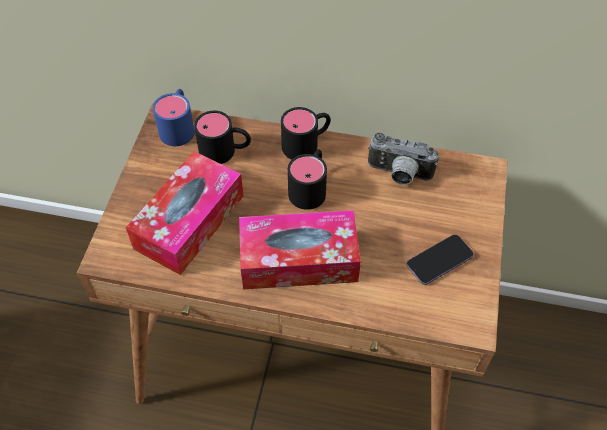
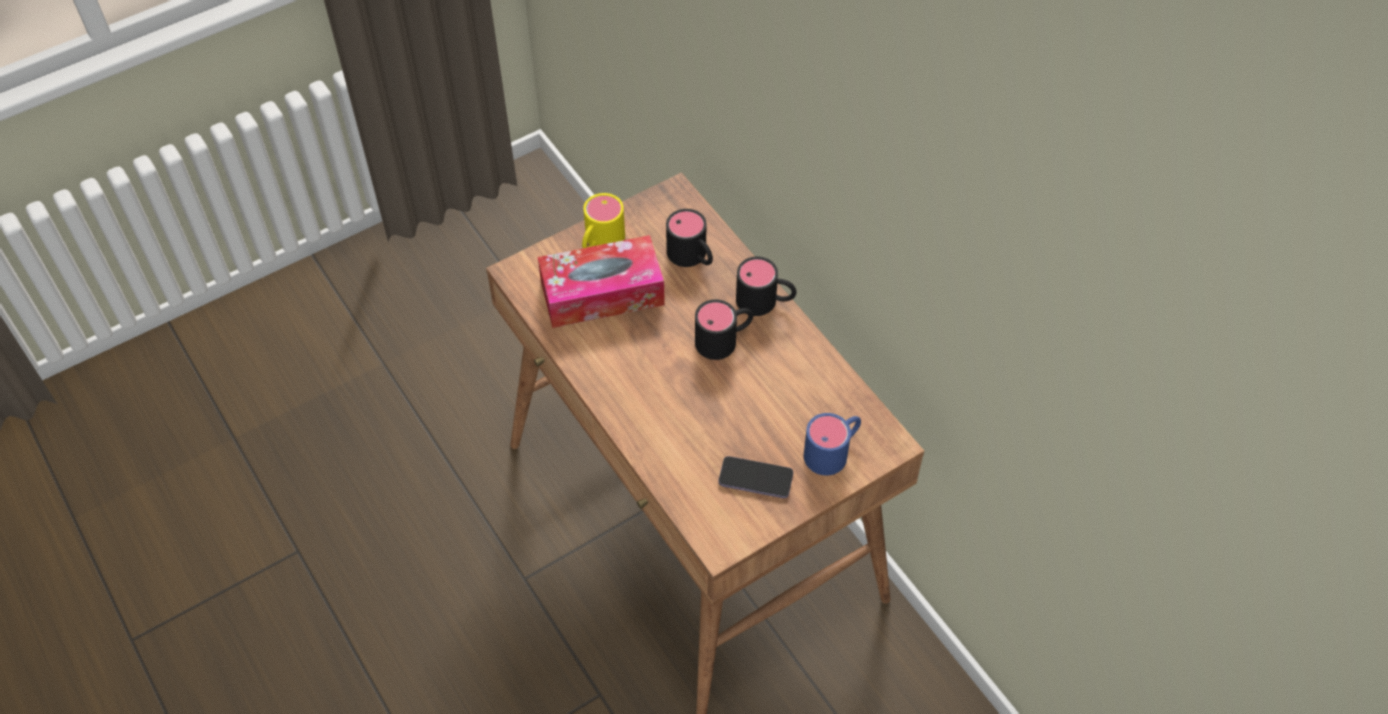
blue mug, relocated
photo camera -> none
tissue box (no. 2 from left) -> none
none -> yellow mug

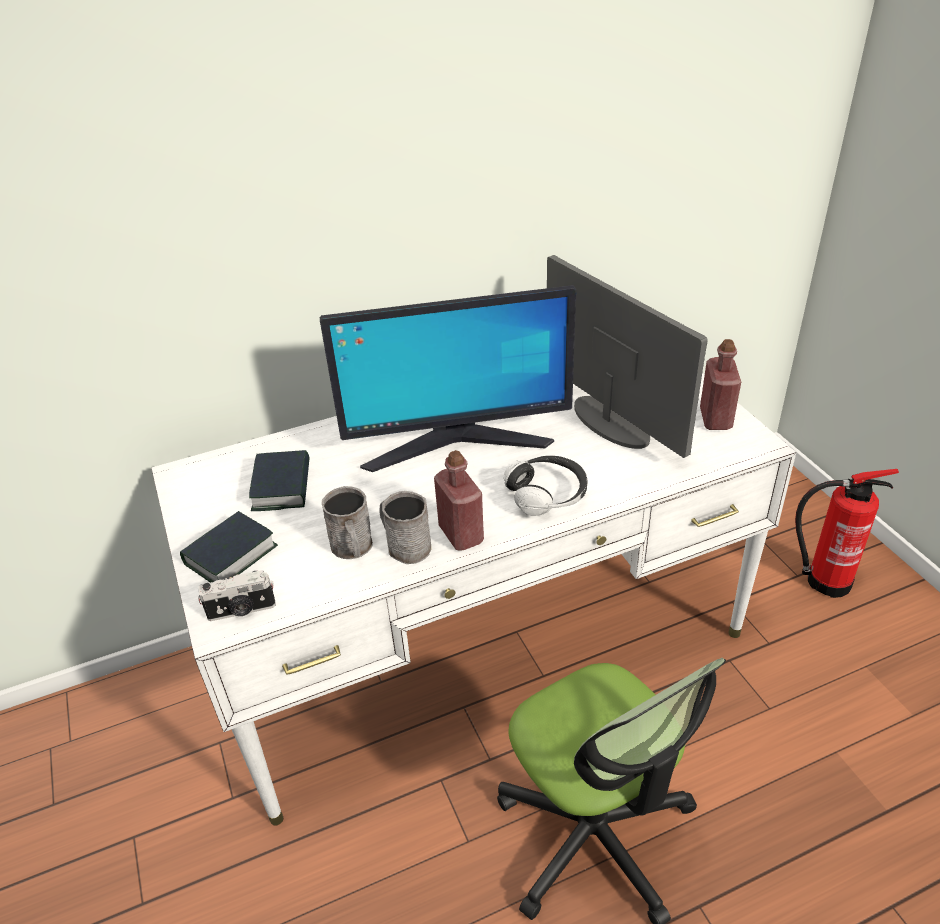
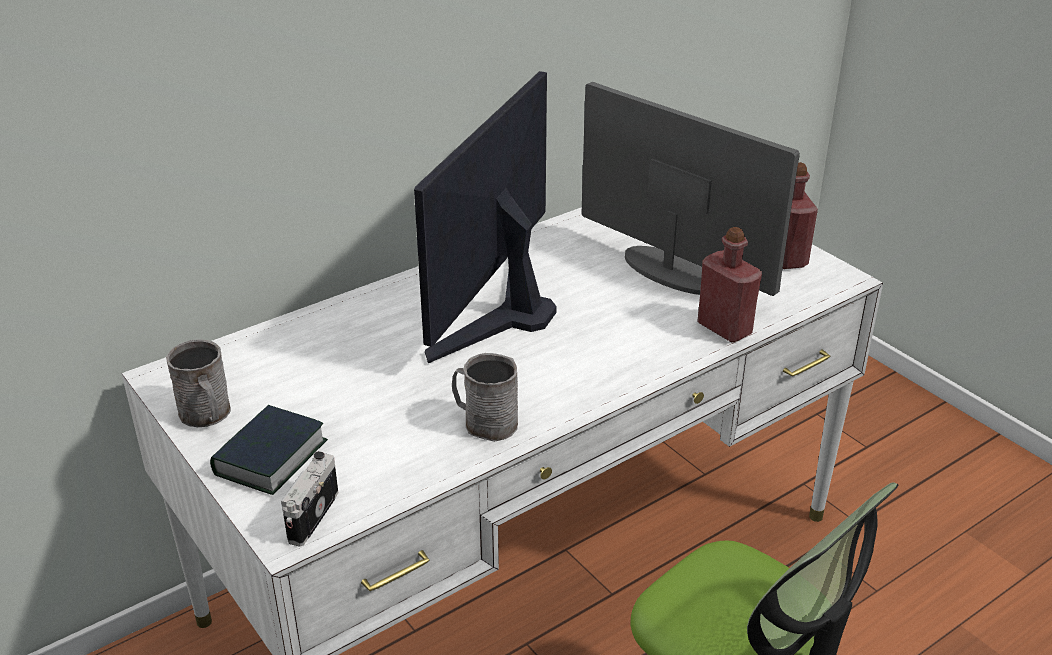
monitor (no. 1 from left), 135 degrees clockwise
book (no. 2 from left) -> none
red bottle (no. 1 from left), relocated
headphones -> none
fire extinguisher -> none
grey mug (no. 1 from left), relocated
photo camera, 135 degrees clockwise

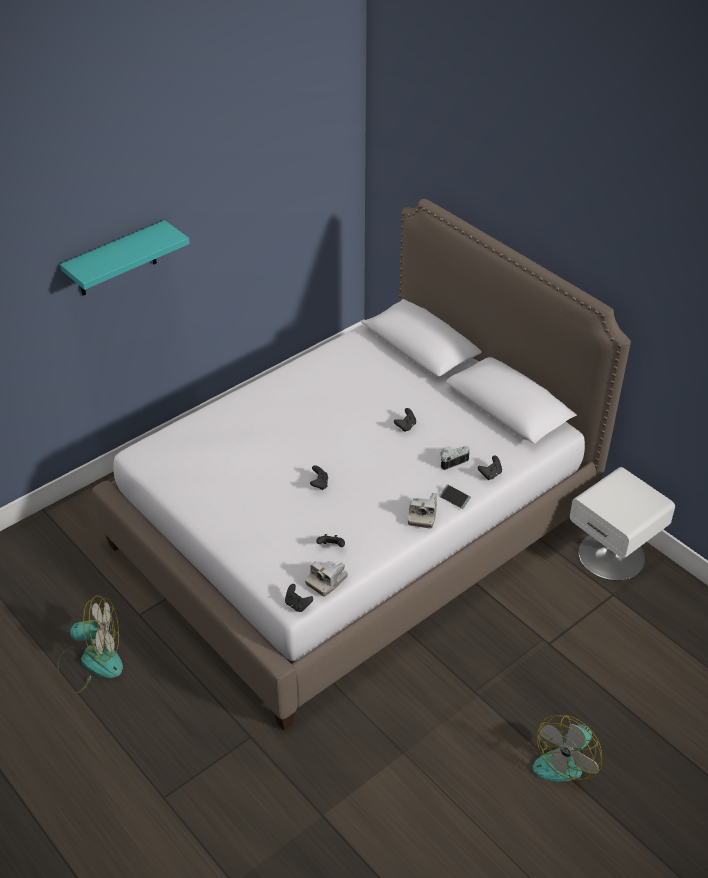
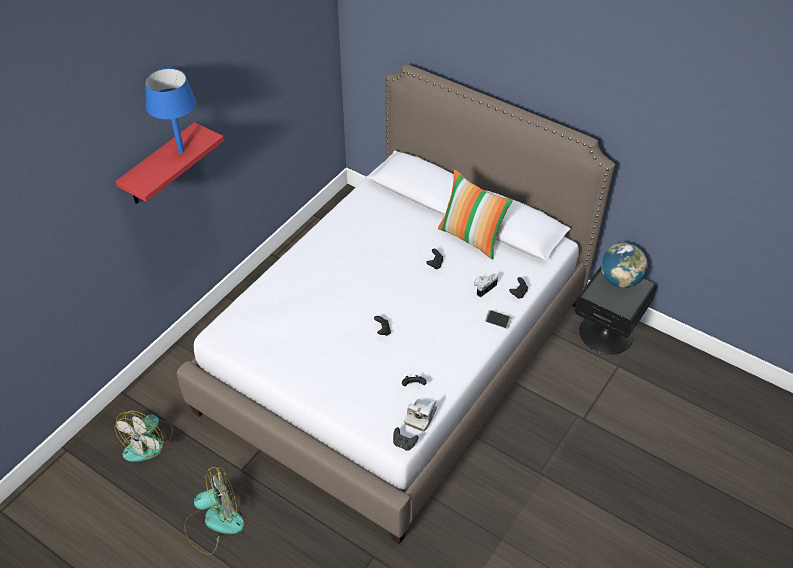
turquoise shelf -> red shelf
white nightstand -> black nightstand
photo camera (no. 2 from left) -> none
fan (no. 2 from left in the first image) -> fan (no. 1 from left), relocated
none -> blue table lamp
none -> pillow
none -> globe

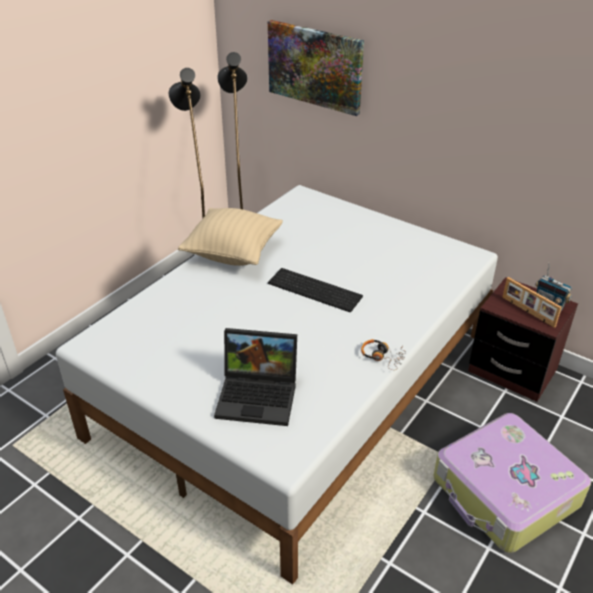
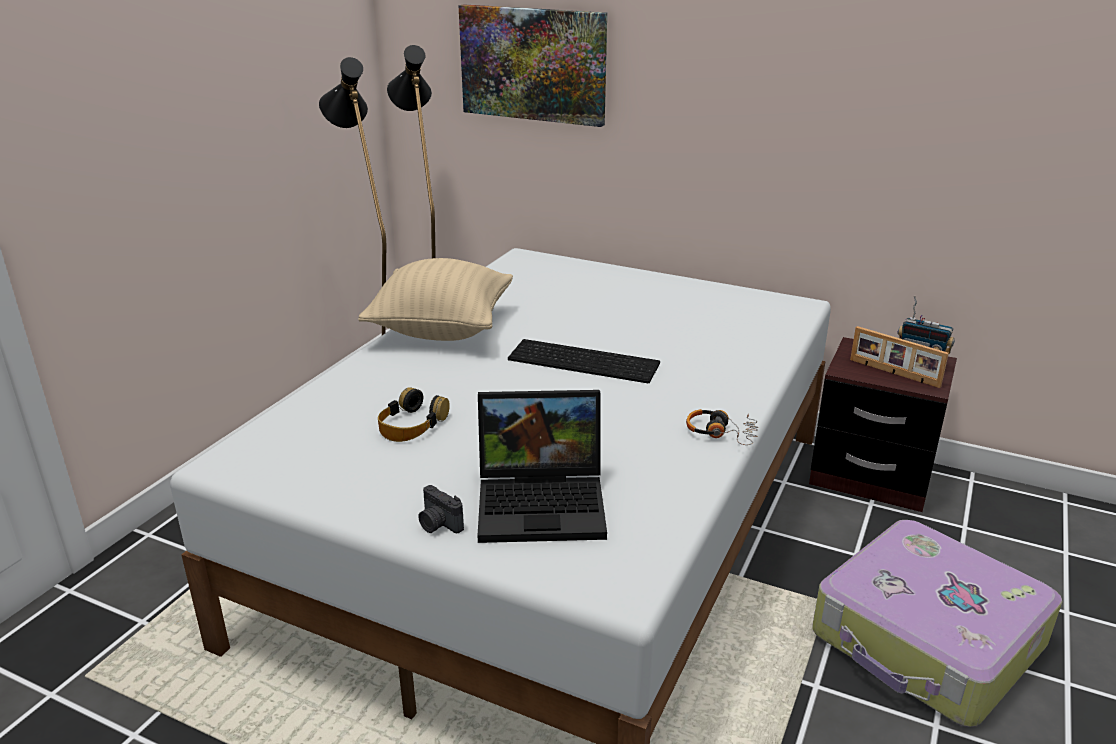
none -> headphones (no. 1 from left)
none -> photo camera

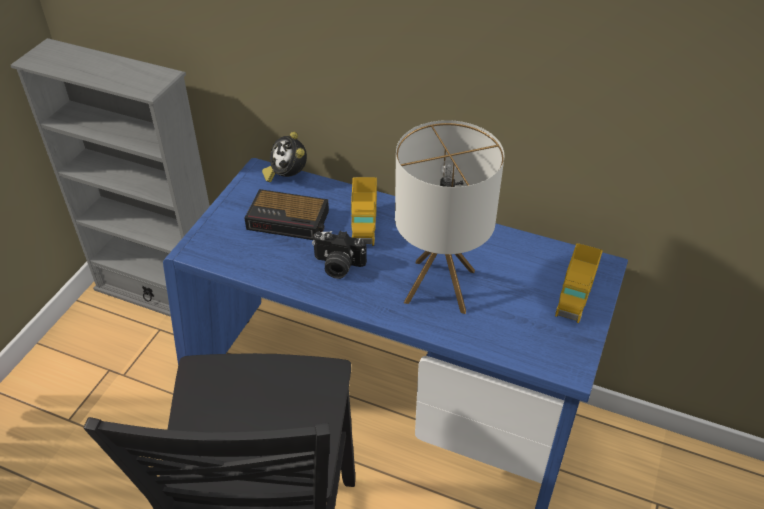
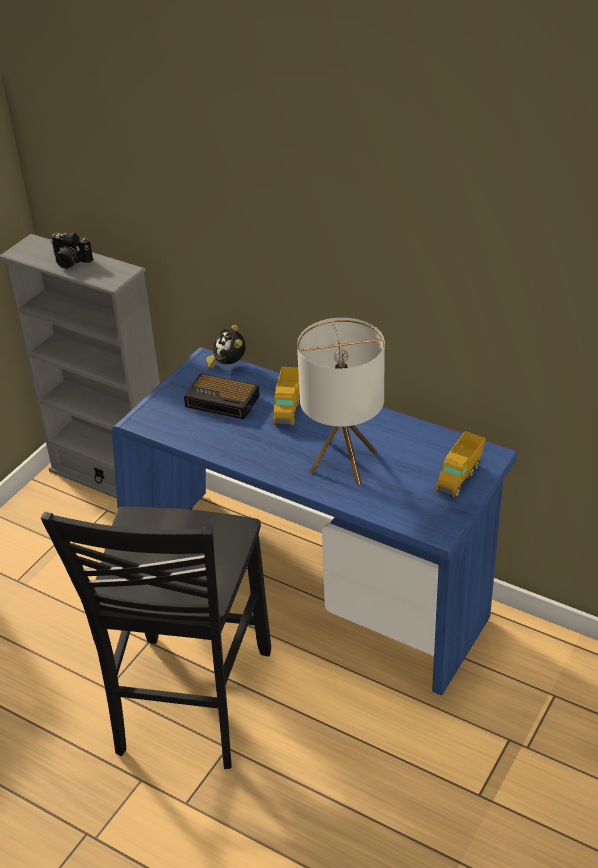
photo camera, relocated

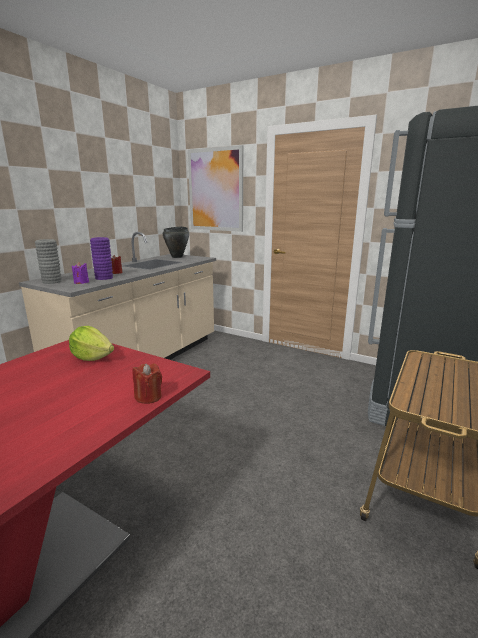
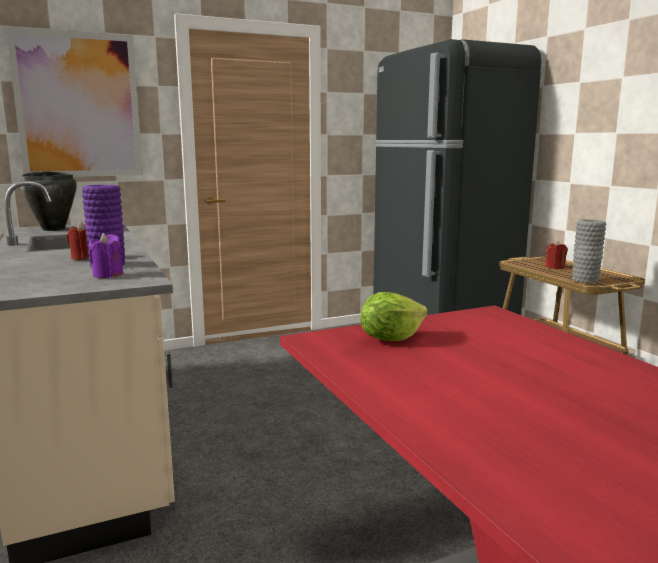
grey vase, relocated
red candle (no. 2 from left), relocated

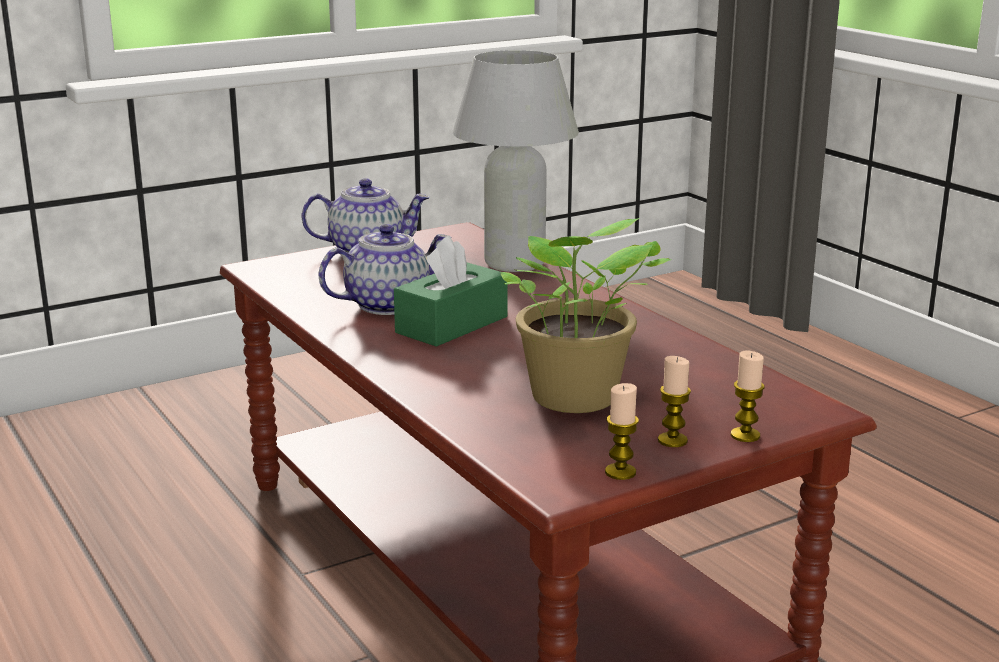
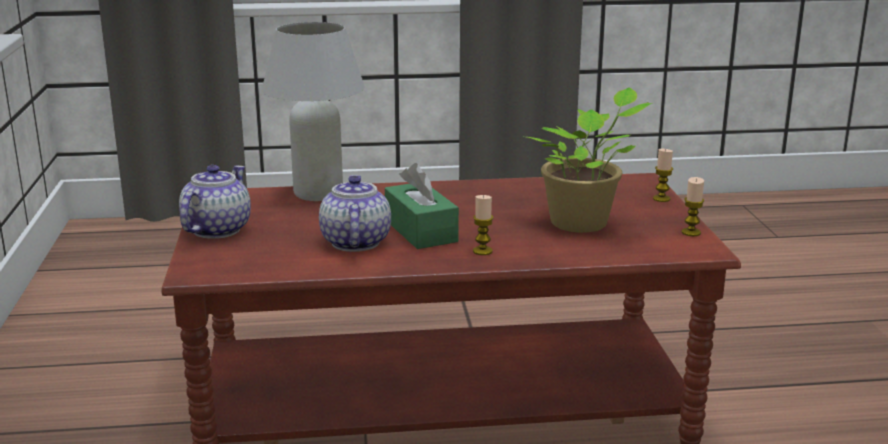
candle (no. 2 from left in the first image) -> candle (no. 1 from left), relocated

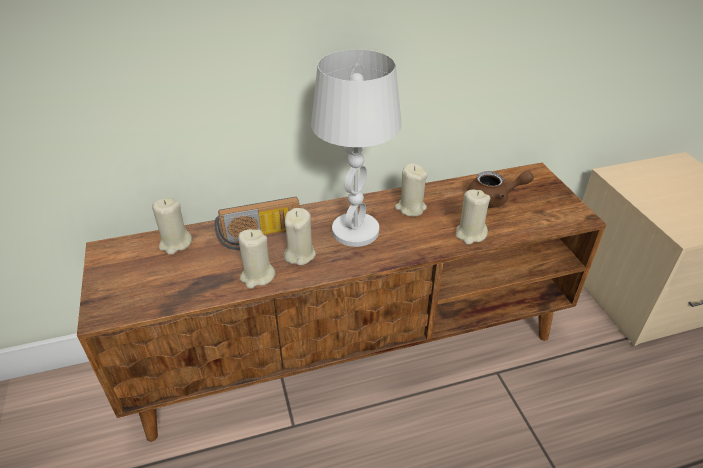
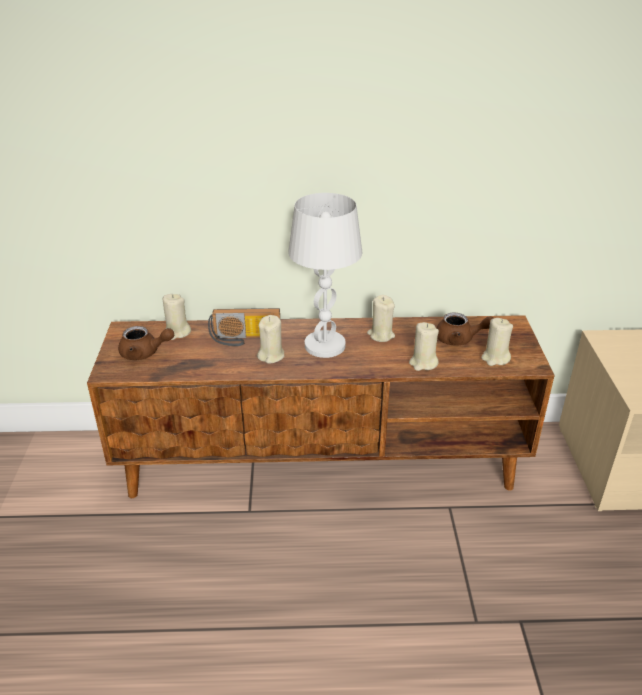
beige candle (no. 2 from left in the first image) -> beige candle (no. 5 from left), relocated
none -> brown teapot (no. 1 from left)

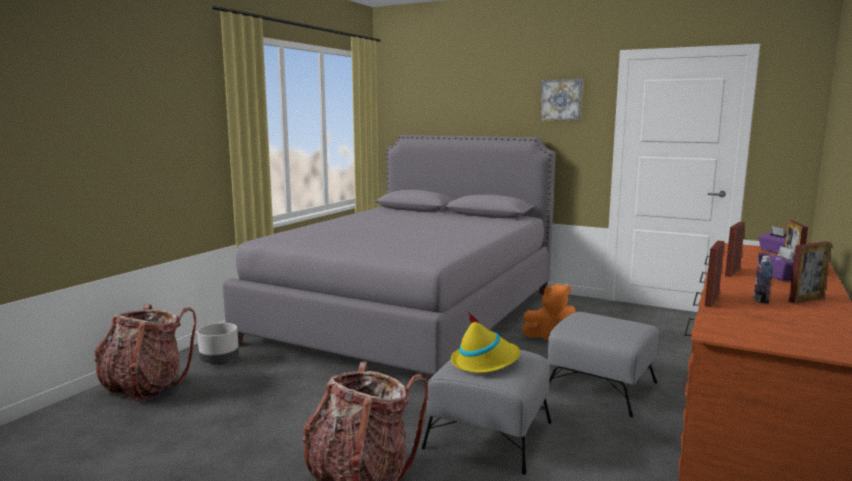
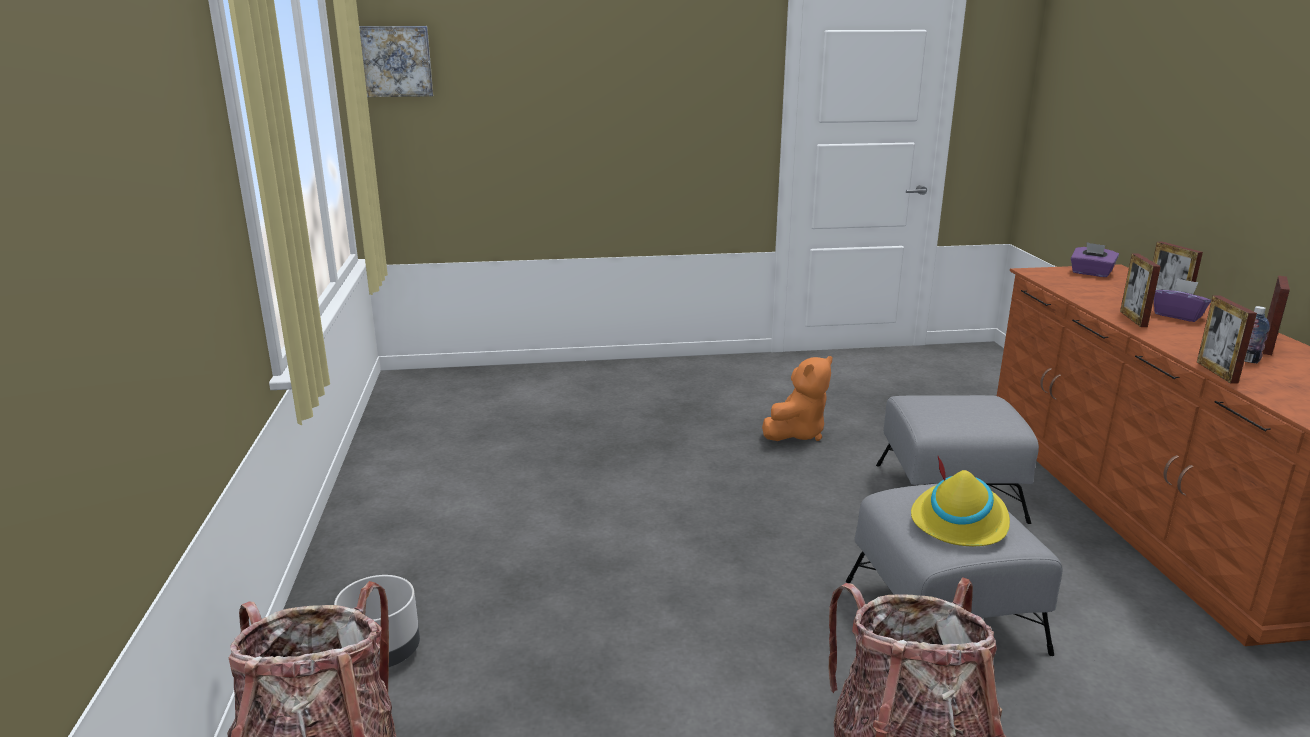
picture, relocated
grey bed -> none

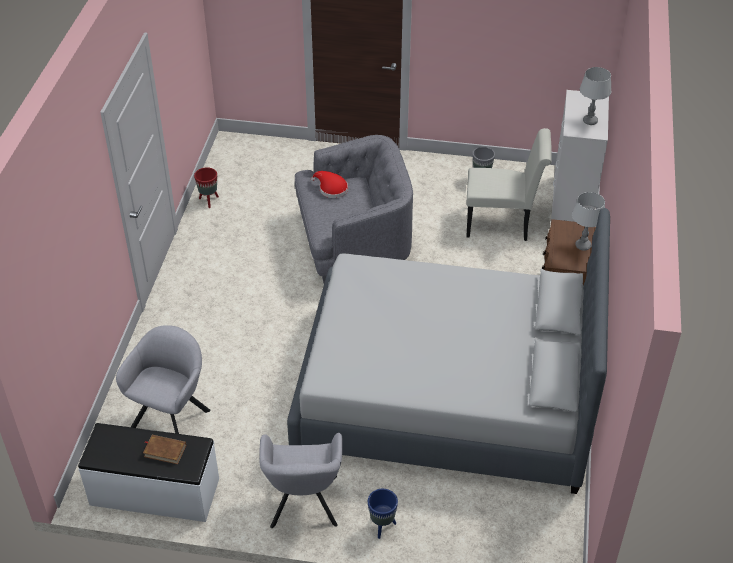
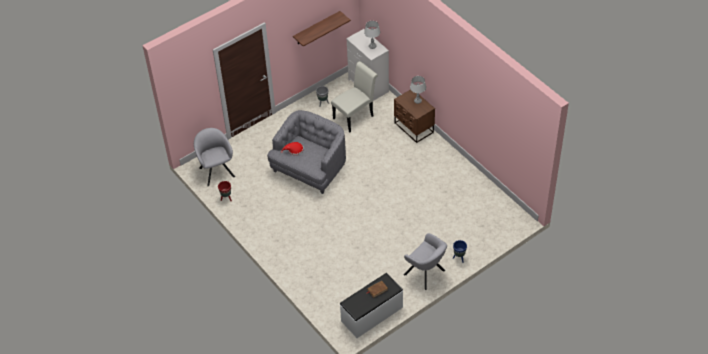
grey bed -> none
grey armchair (no. 1 from left), relocated
none -> shelf

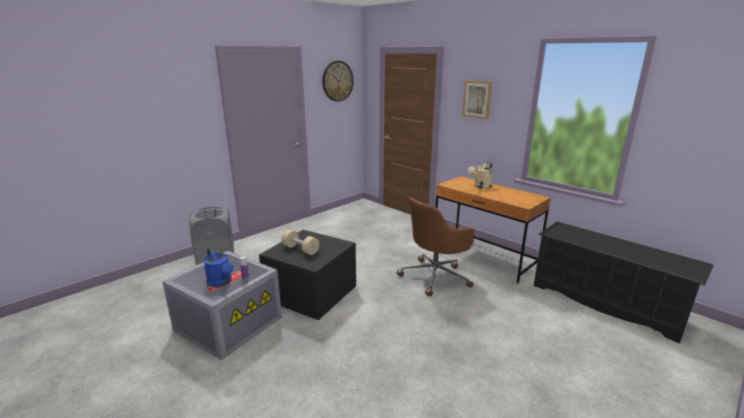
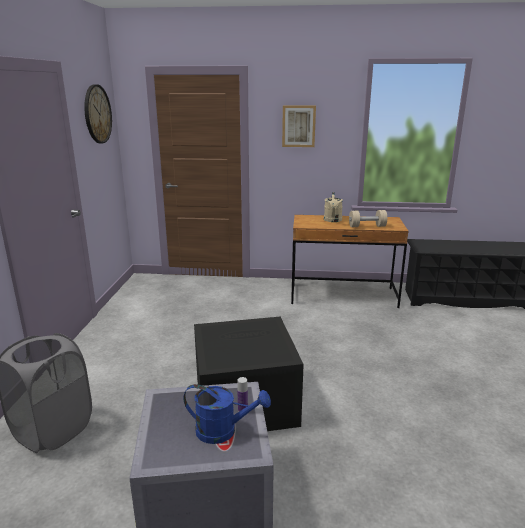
brown office chair -> none
beige dumbbell, relocated

